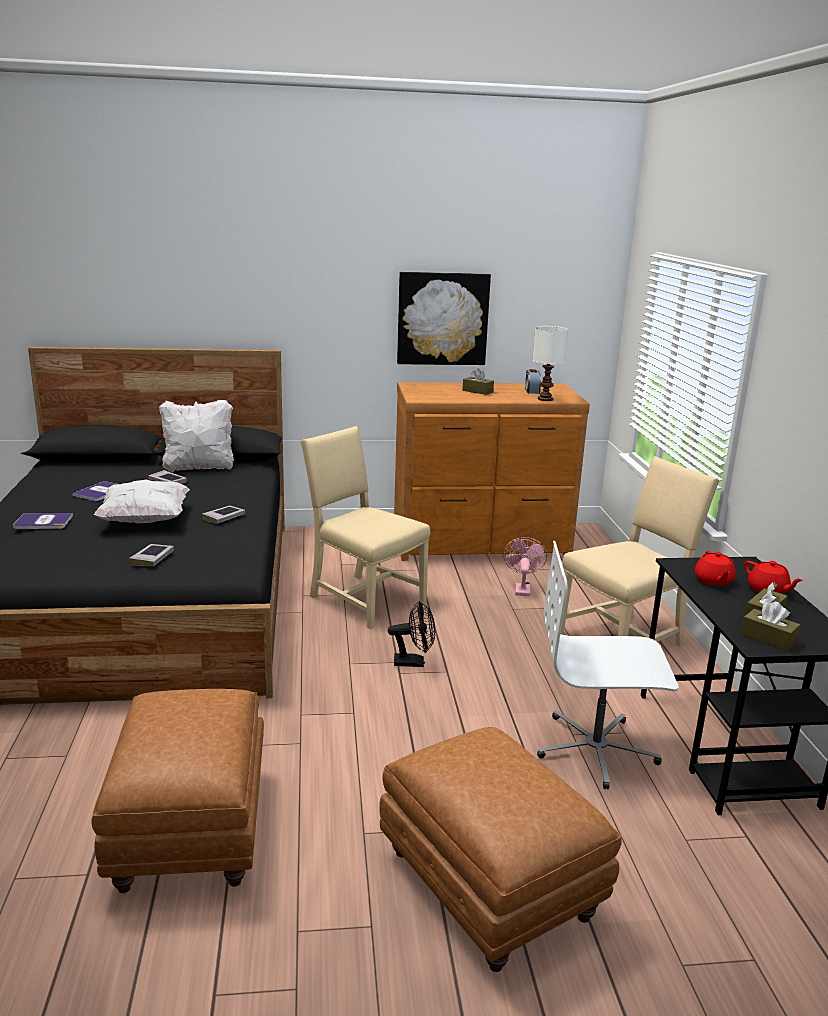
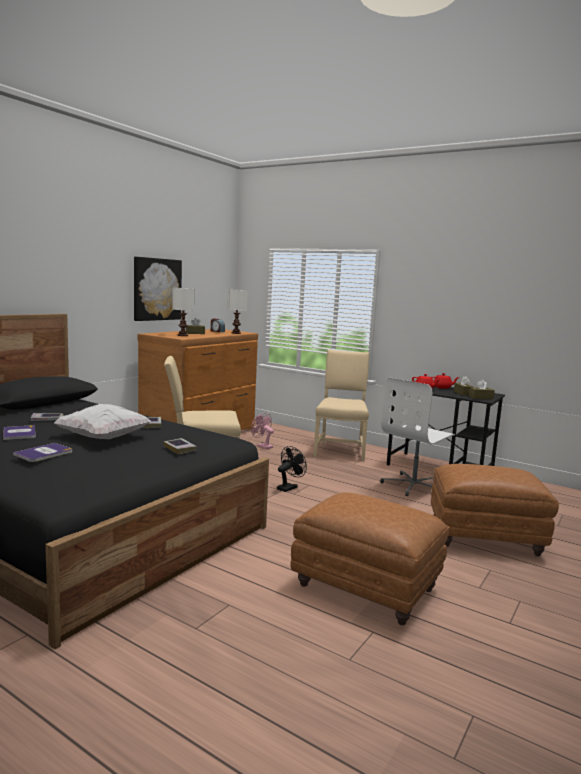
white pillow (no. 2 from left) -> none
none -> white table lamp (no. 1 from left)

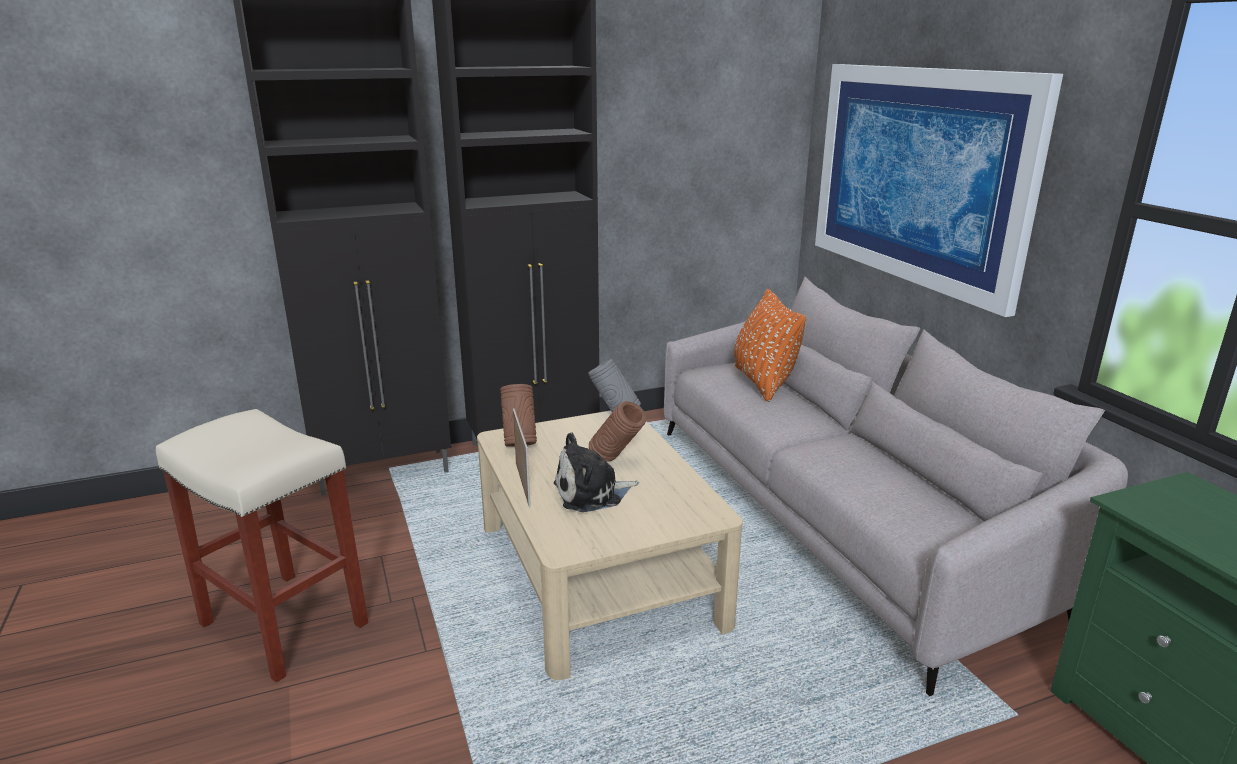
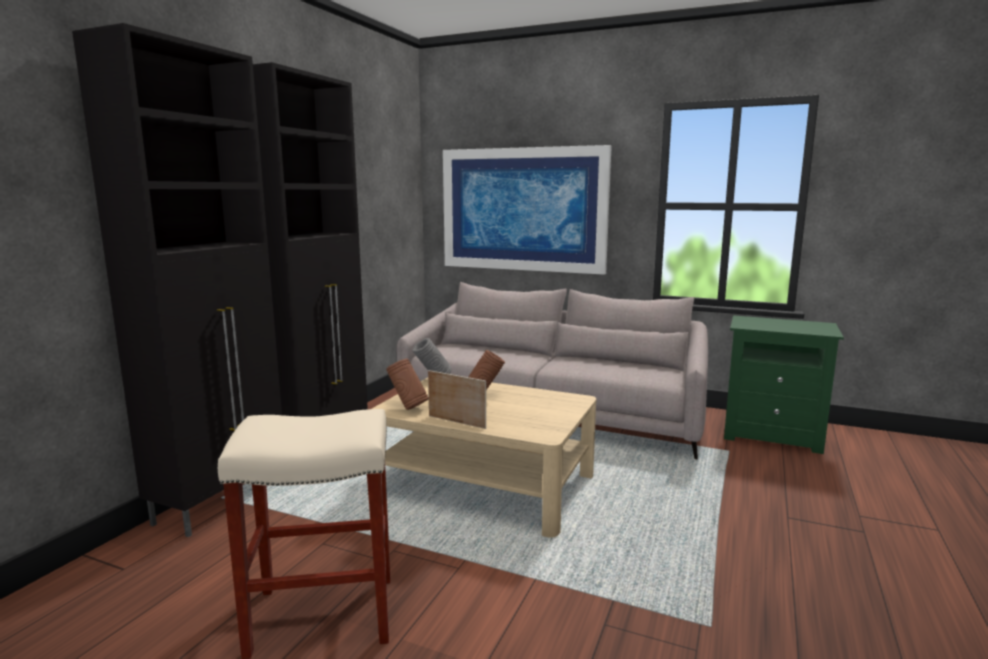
orange pillow -> none
plush toy -> none

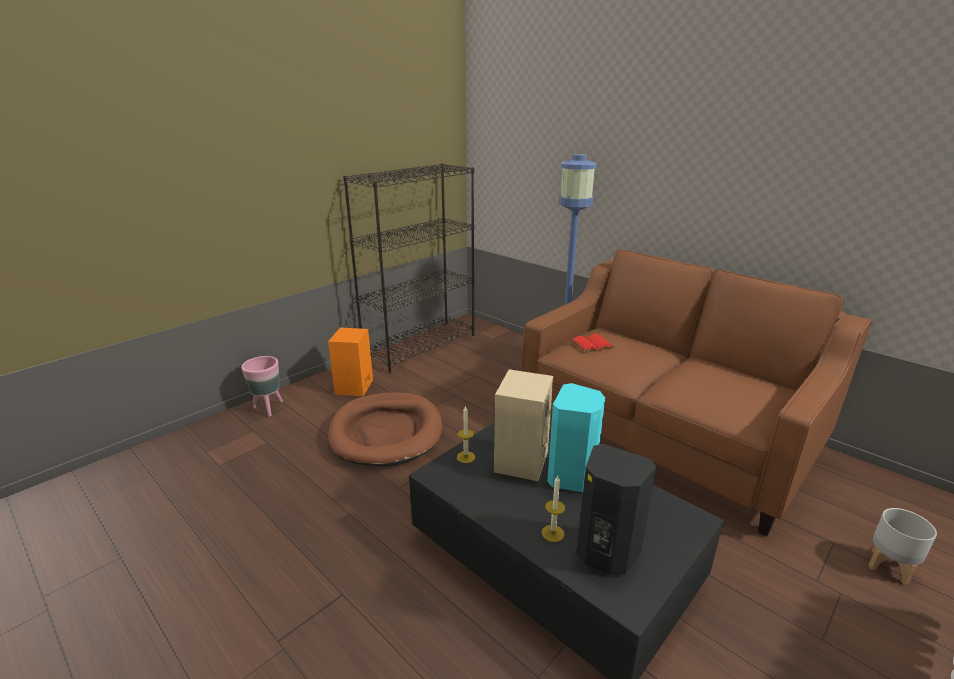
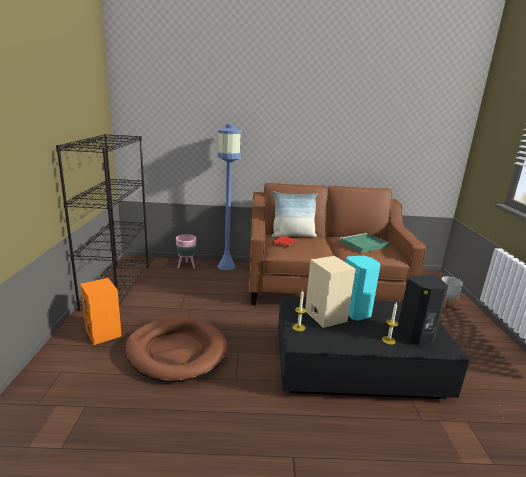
pink planter, relocated
none -> pillow
none -> green tray

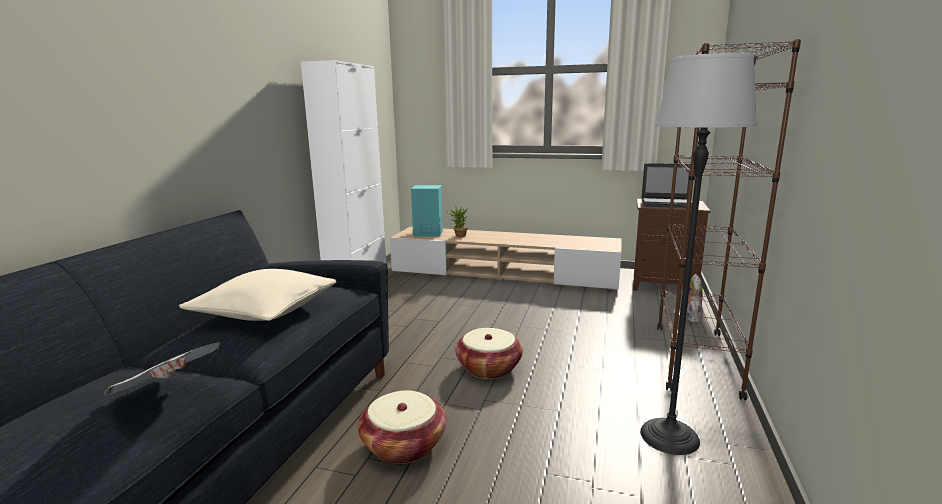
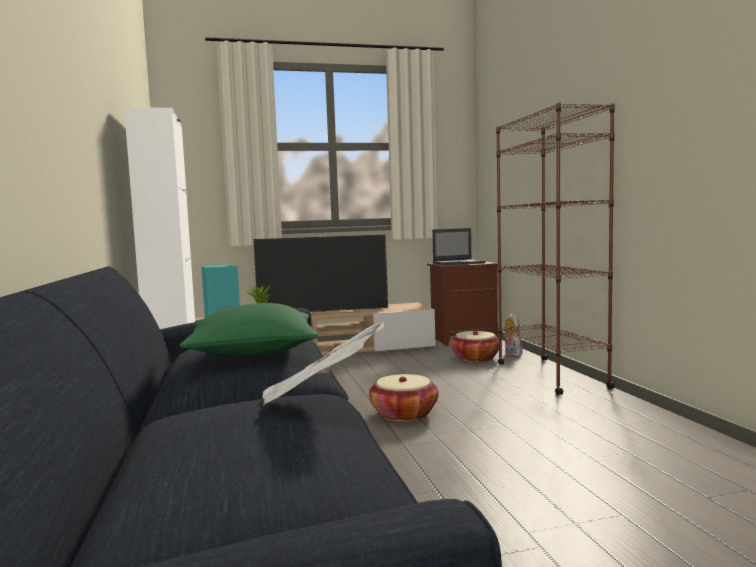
floor lamp -> none
beige pillow -> green pillow
basket (no. 1 from left in the first image) -> basket (no. 2 from left), relocated
none -> television

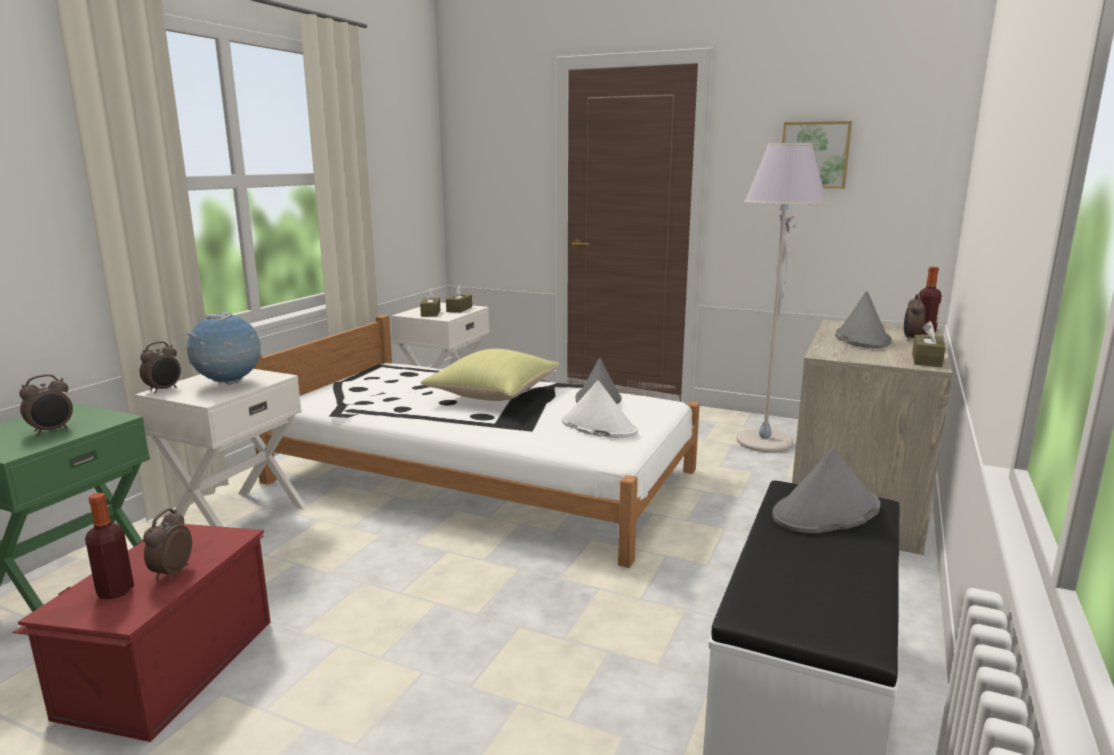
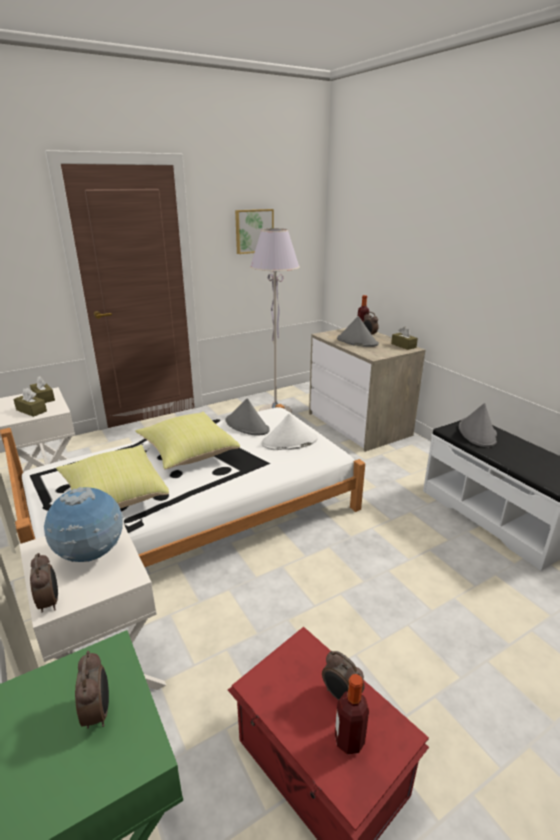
none -> yellow pillow (no. 1 from left)

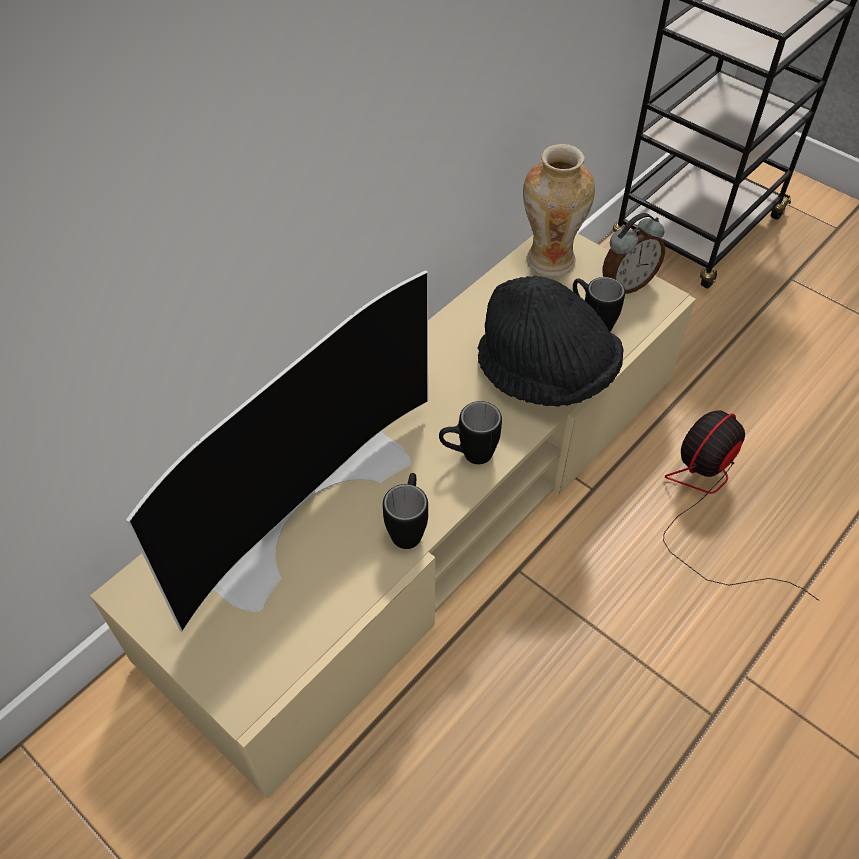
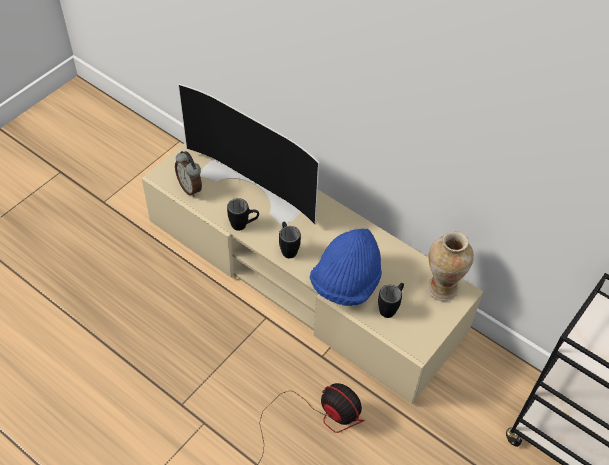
alarm clock, relocated
black hat -> blue hat

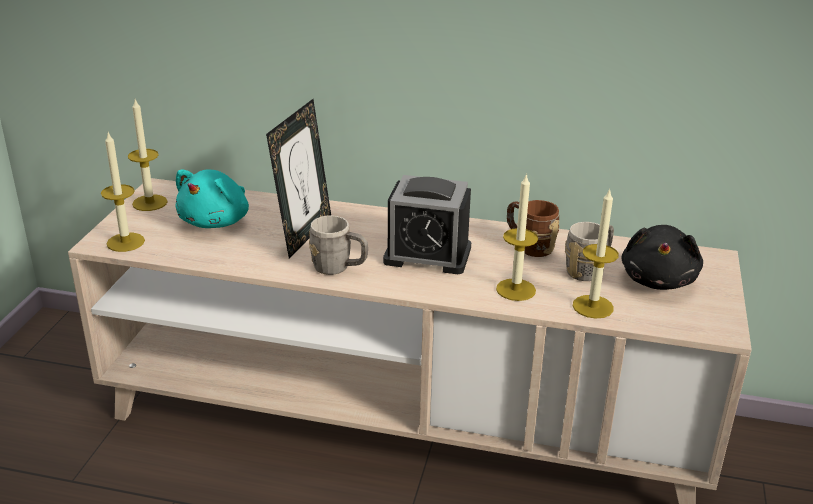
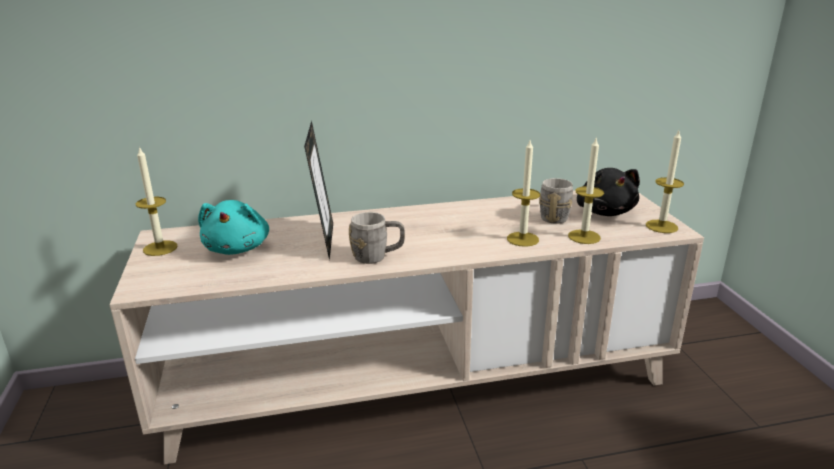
candle (no. 1 from left in the first image) -> candle (no. 4 from left), relocated
alarm clock -> none
brown mug -> none

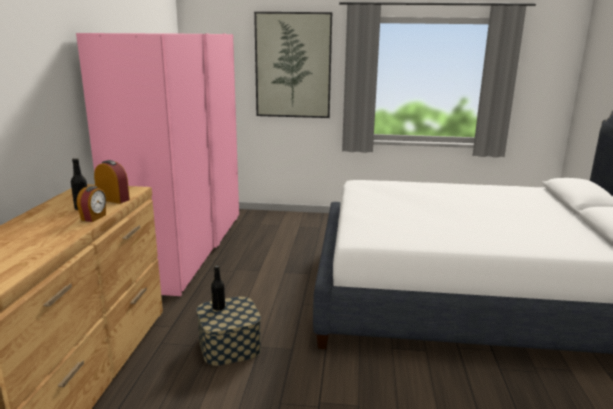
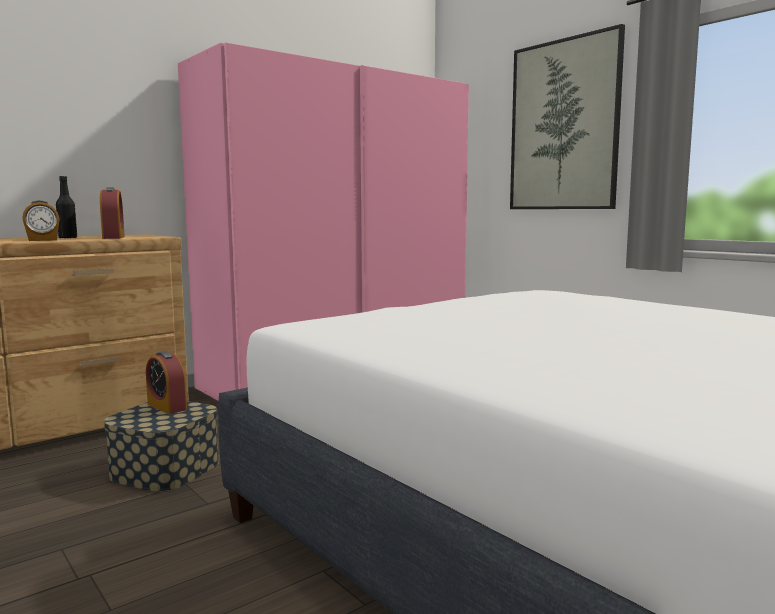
black bottle (no. 2 from left) -> alarm clock (no. 3 from left)

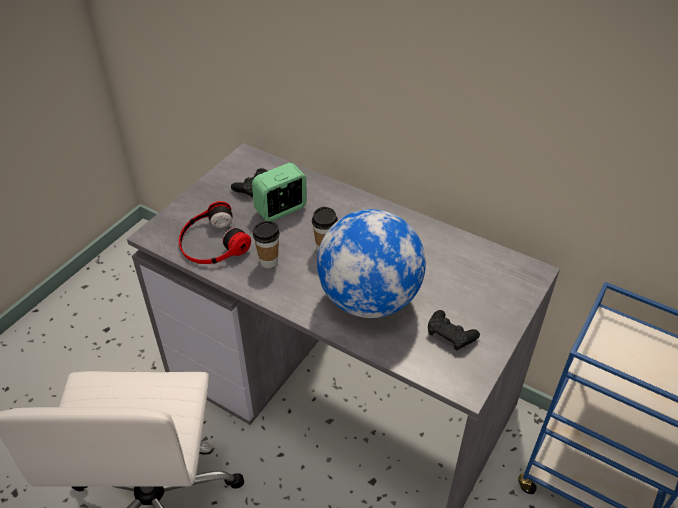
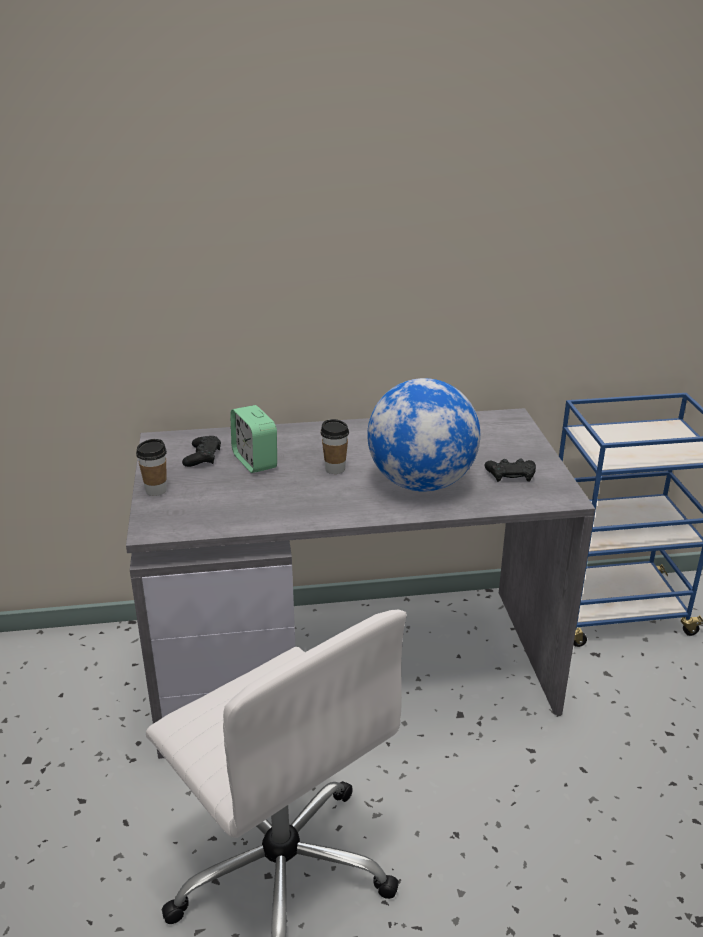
alarm clock, 45 degrees counterclockwise
headphones -> none
cup (no. 1 from left), relocated

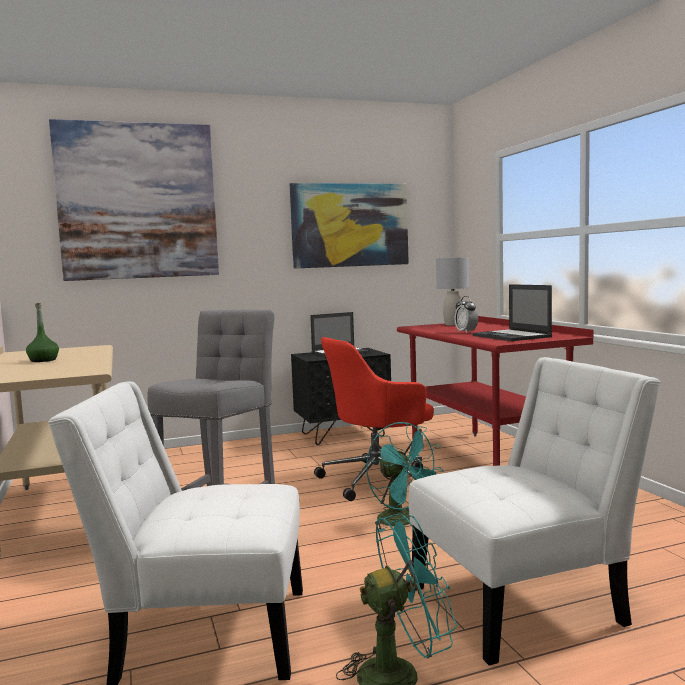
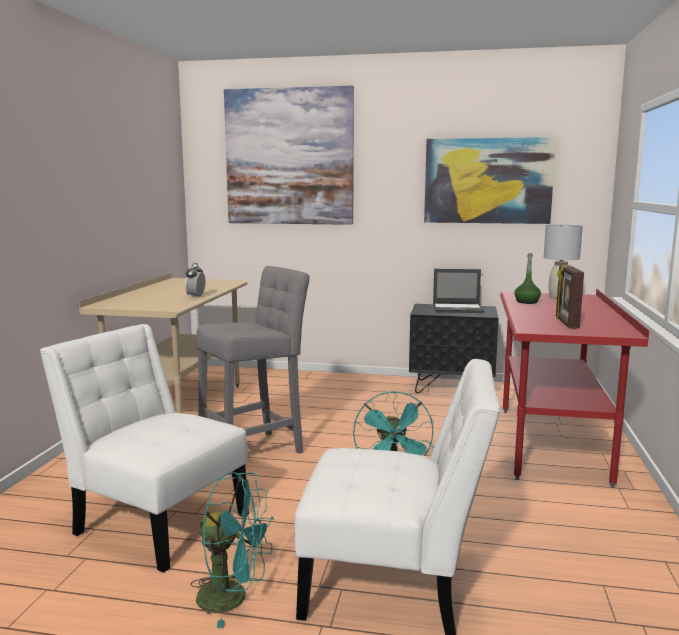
laptop (no. 2 from left) -> picture frame
alarm clock, relocated
green bottle, relocated
red office chair -> none

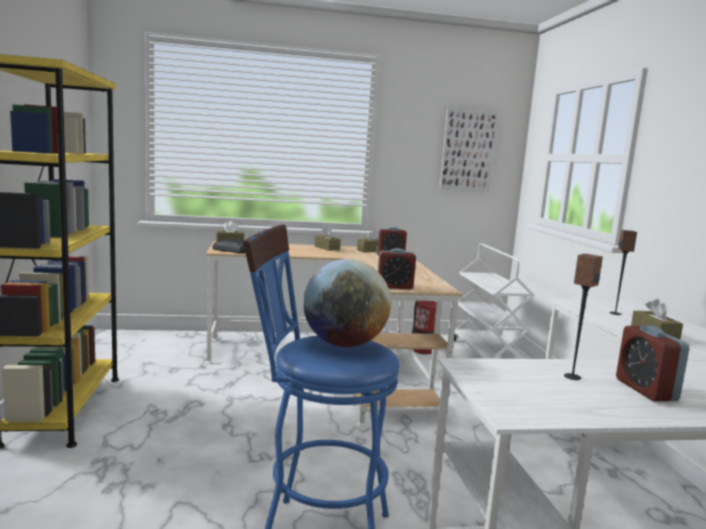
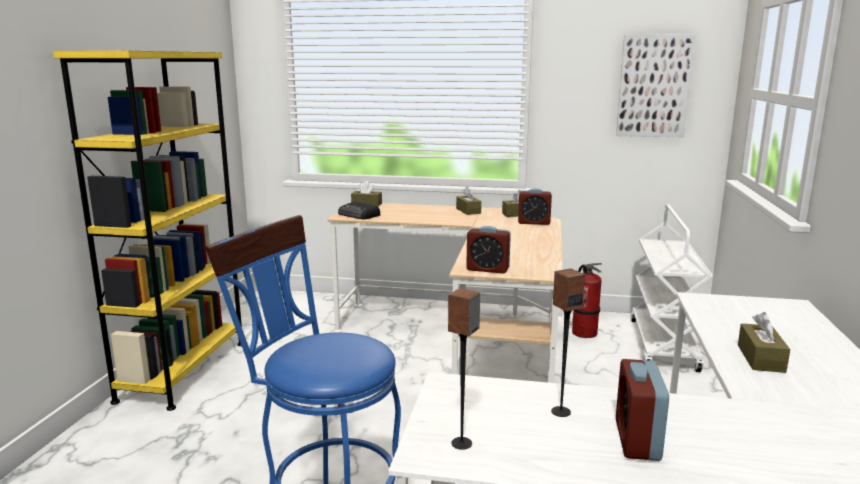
speaker (no. 2 from left in the first image) -> speaker (no. 1 from left), relocated
globe -> none

